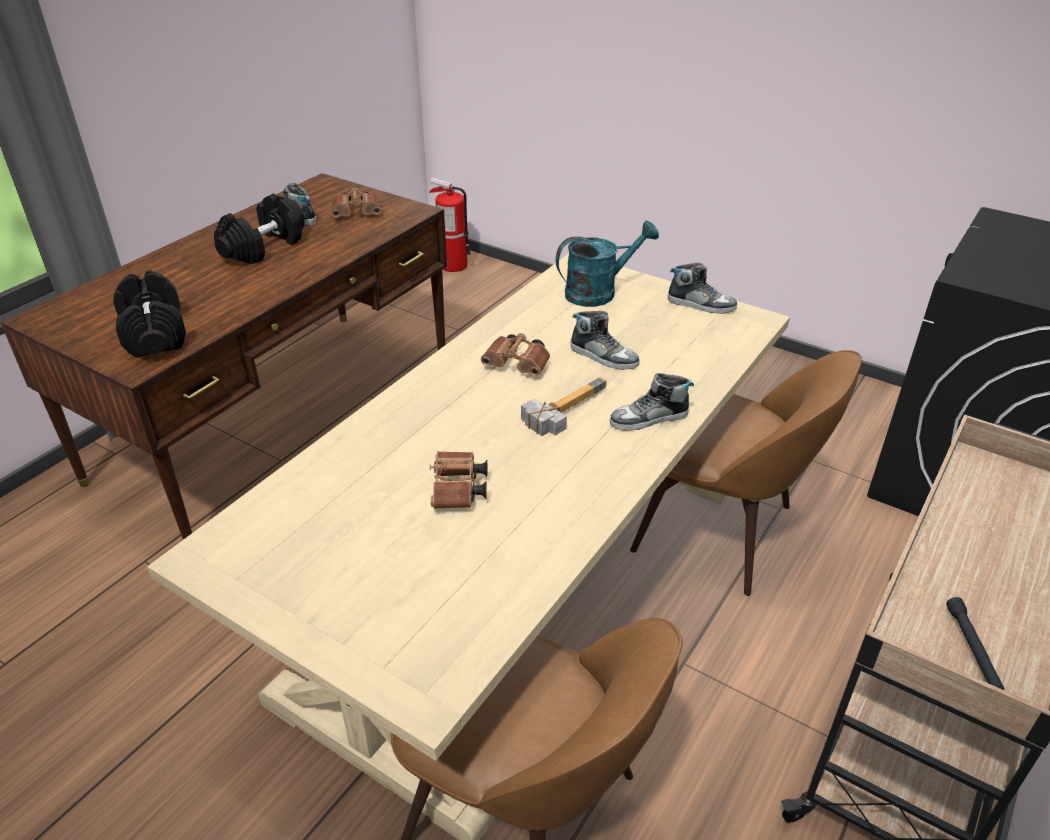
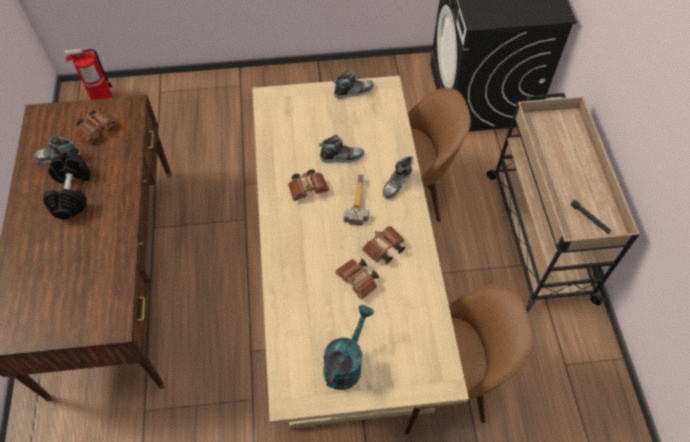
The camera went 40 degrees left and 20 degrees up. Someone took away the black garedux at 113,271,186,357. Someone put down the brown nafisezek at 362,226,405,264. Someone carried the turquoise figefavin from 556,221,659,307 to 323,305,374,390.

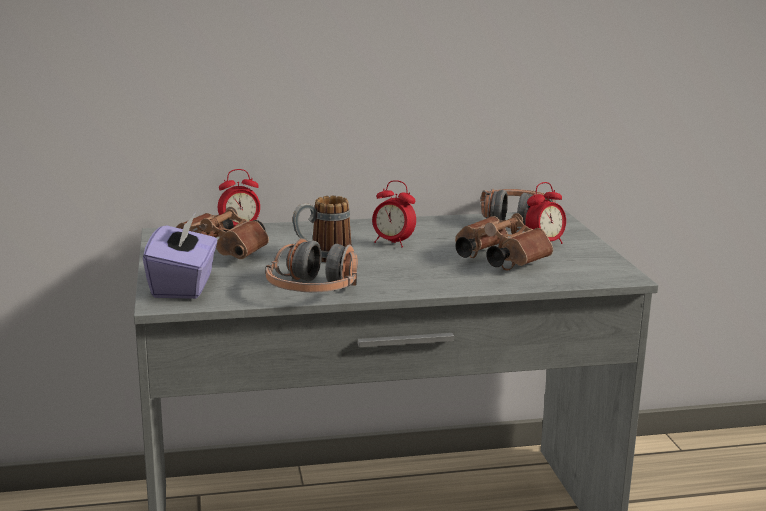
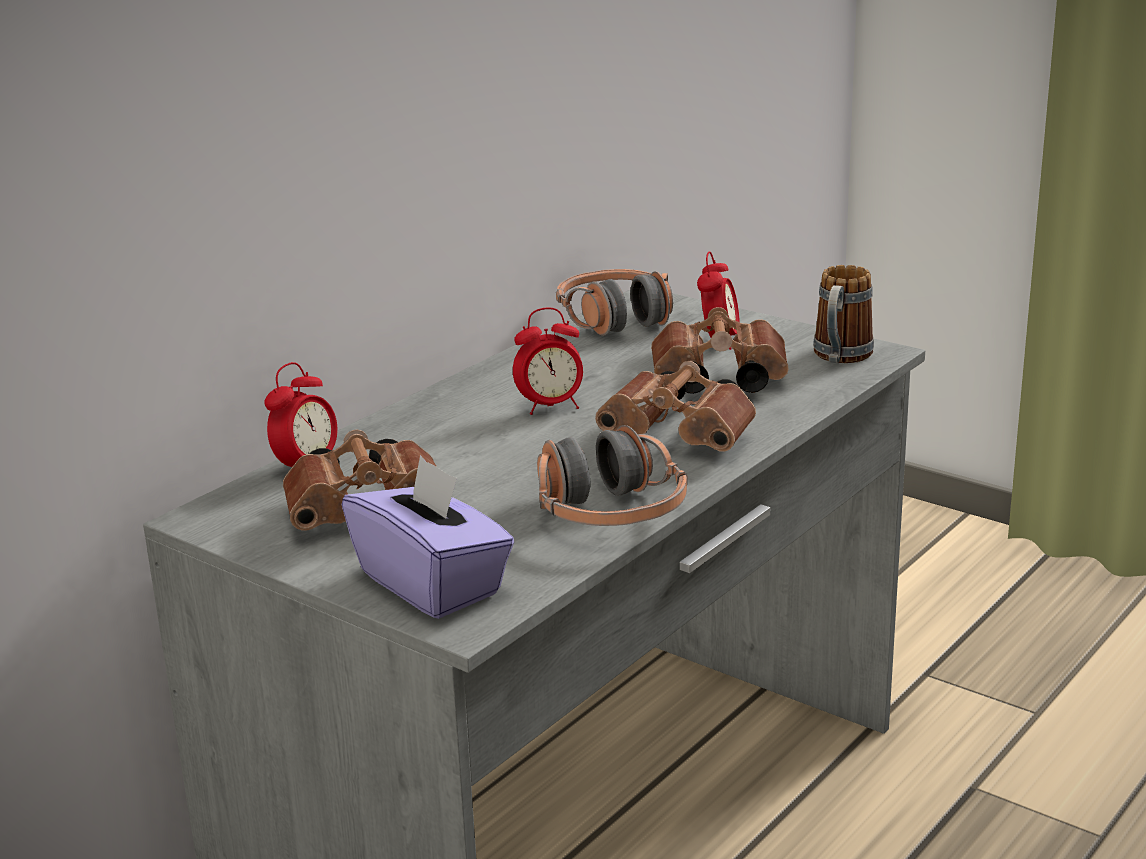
The camera went 40 degrees left and 5 degrees up. Someone put down the brown nafisezek at 595,361,756,452. Someone carried the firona from 293,196,352,262 to 813,265,874,363.

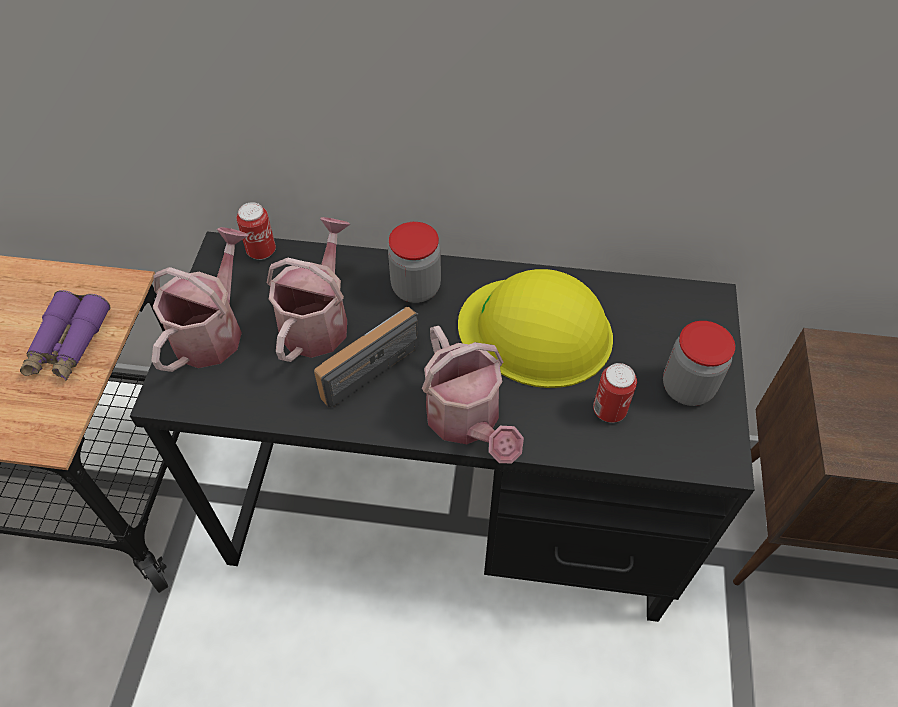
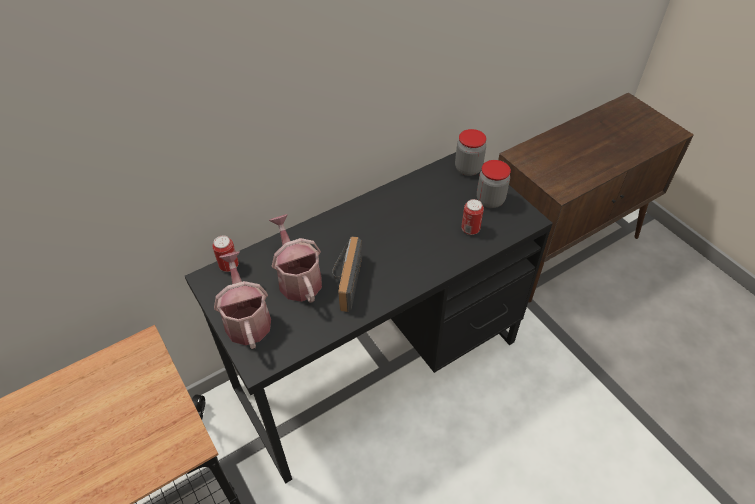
The camera went 40 degrees left and 5 degrees down. Someone took away the purple nafisezek at 20,290,111,381. Someone took away the figefavin at 422,326,524,463. Someone took away the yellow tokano at 458,269,613,388. Someone carried the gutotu from 388,222,441,303 to 455,129,486,176.

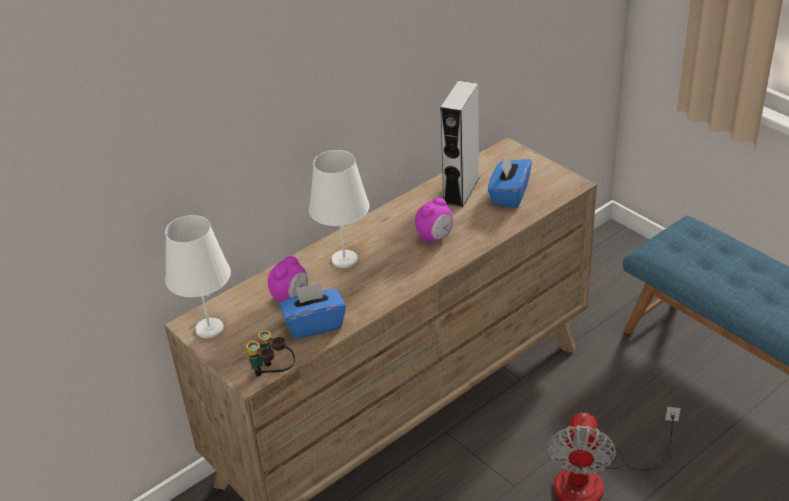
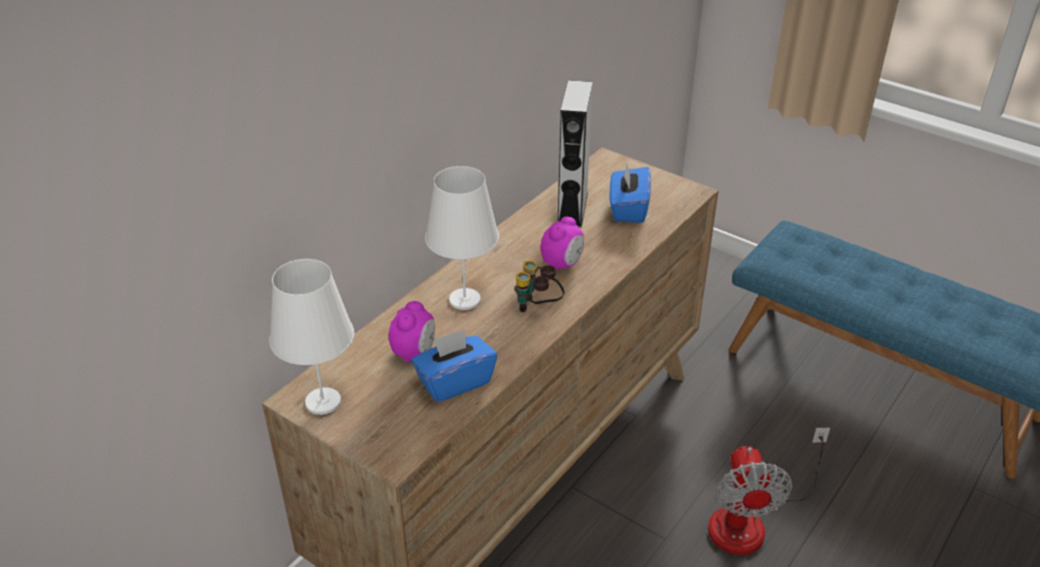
The camera went 15 degrees left and 0 degrees up. Someone carried the nafisezek from 246,330,295,377 to 514,260,565,312.

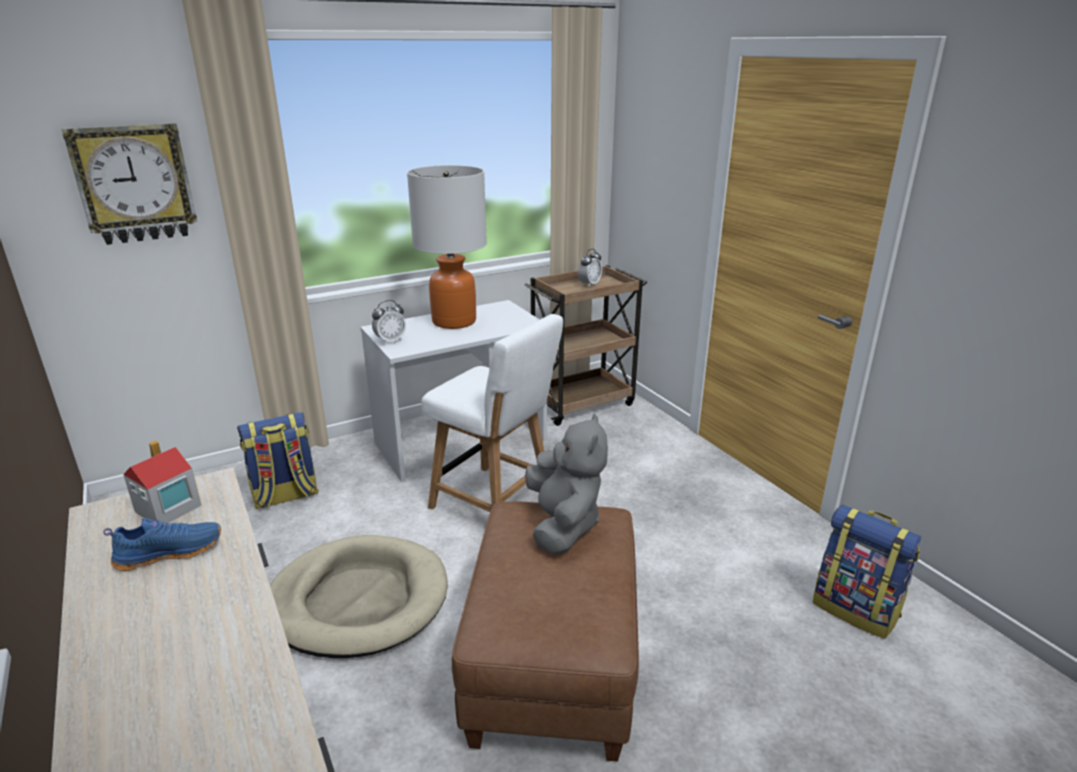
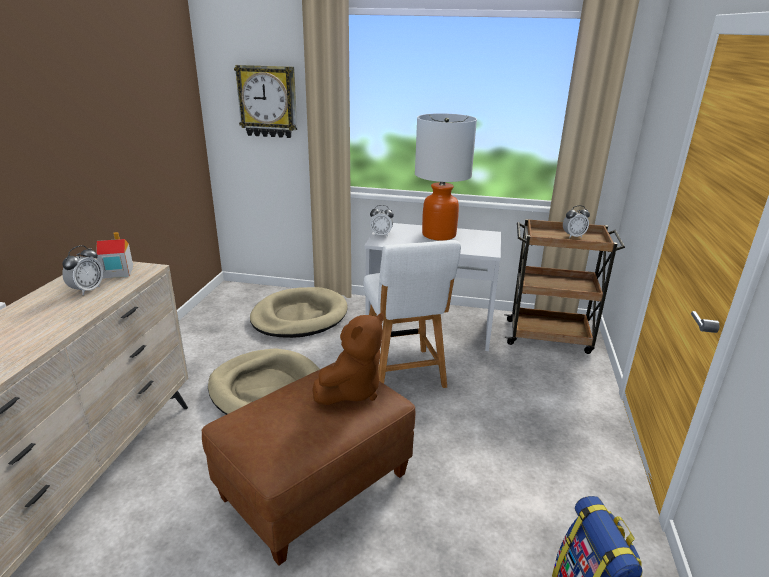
The camera went 40 degrees right and 0 degrees up. Someone swapped the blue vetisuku at 104,518,221,571 for the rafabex at 62,245,103,295. Someone swapped the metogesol at 237,412,319,510 for the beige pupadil at 250,287,348,338. Someone repainted the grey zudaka at 525,413,608,555, which became the brown zudaka at 312,313,384,405.

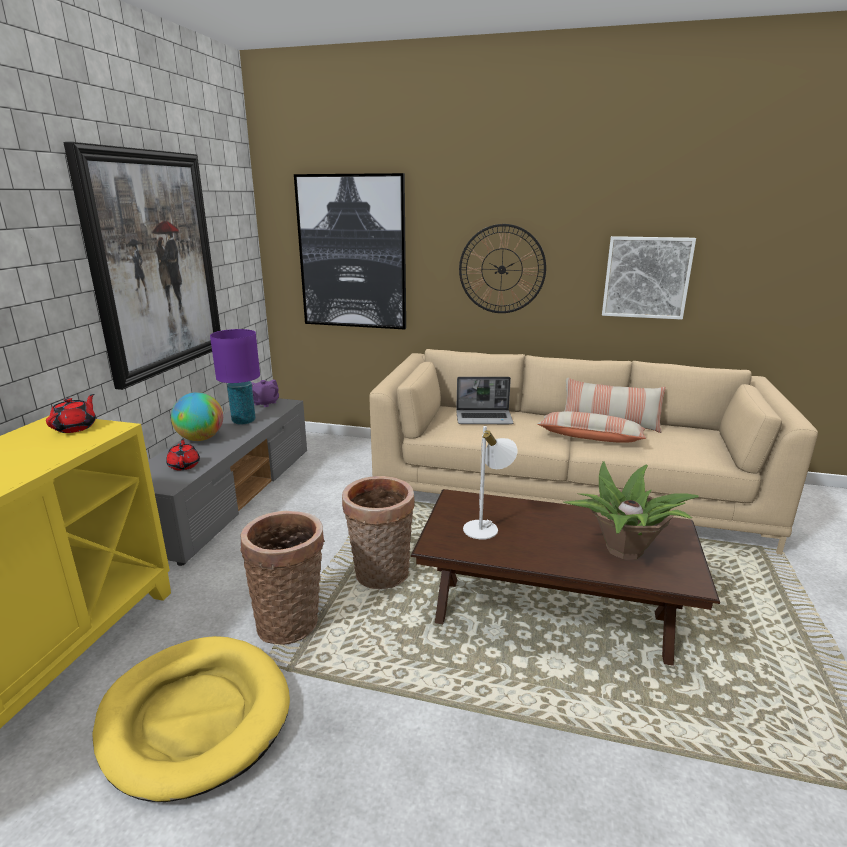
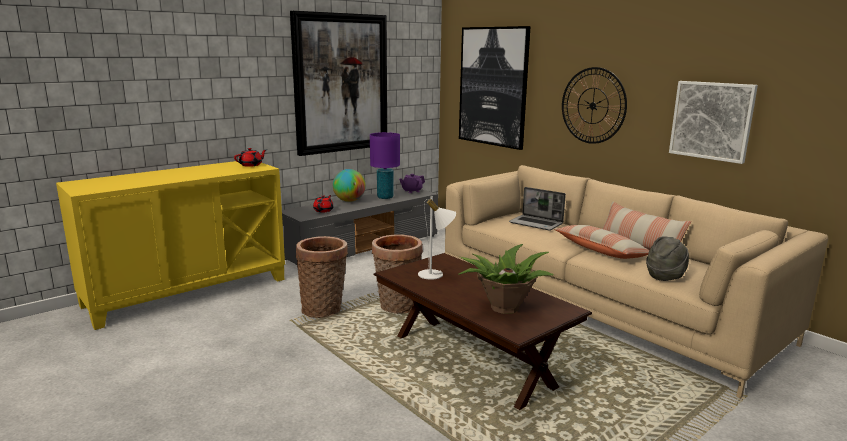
The camera went 35 degrees right and 5 degrees down. Someone took away the yellow pupadil at 92,636,290,802. Someone put down the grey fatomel at 646,236,689,281.

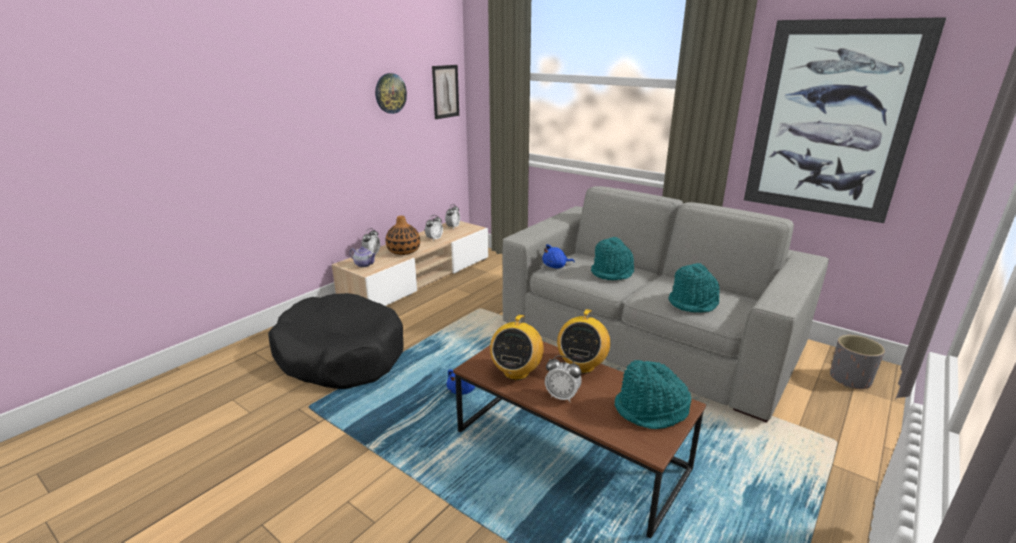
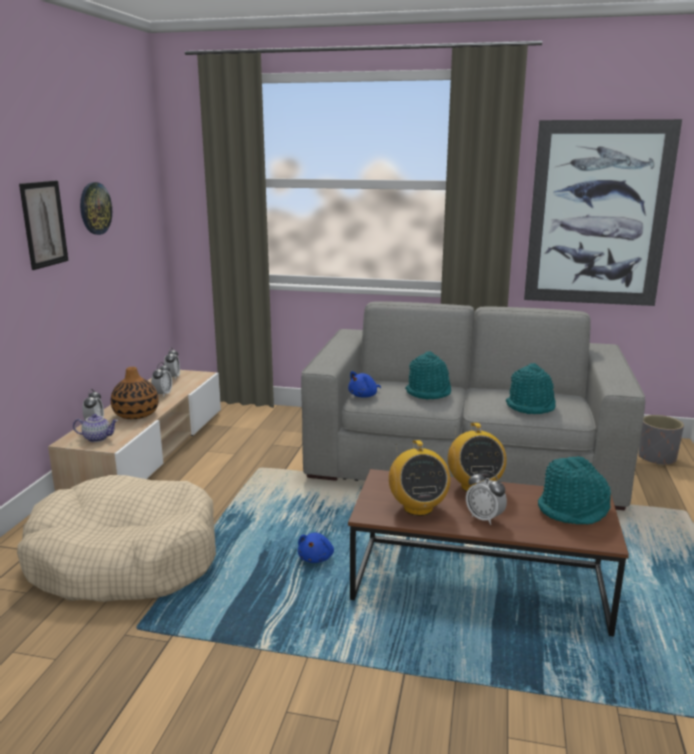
The camera went 25 degrees left and 5 degrees down. Someone carried the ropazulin from 432,65,459,119 to 19,180,69,270. Someone repainted the black pupadil at 268,293,404,389, which became the beige pupadil at 17,475,216,602. Someone rotated the rafabex at 545,355,582,402 by 45 degrees clockwise.

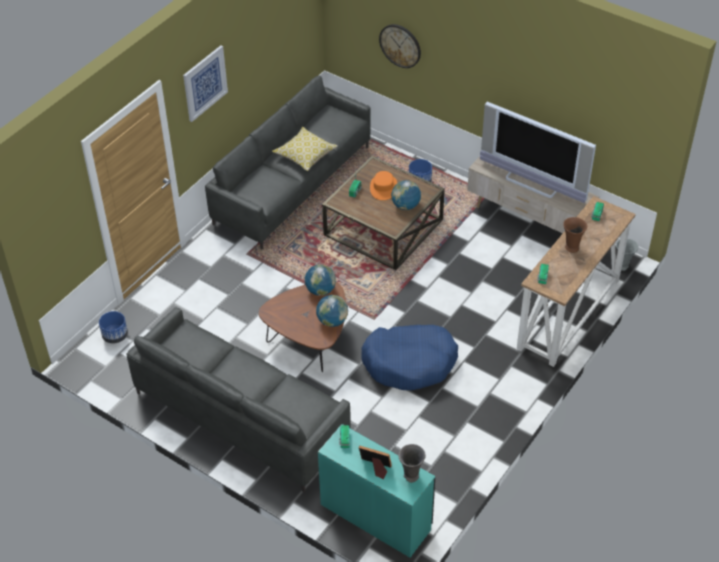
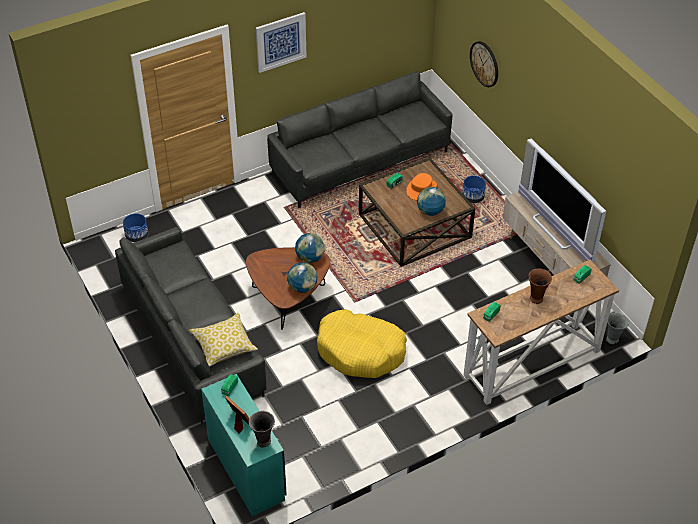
The camera went 25 degrees right and 0 degrees up. Someone carried the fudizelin from 272,127,338,171 to 189,313,258,367. Someone repainted the blue pupadil at 361,325,458,390, which became the yellow pupadil at 317,309,407,378.

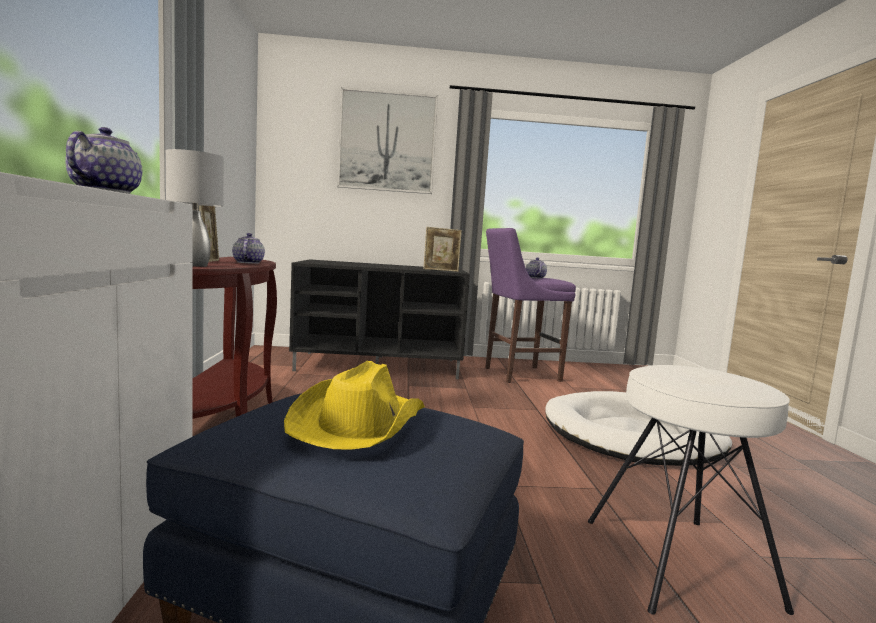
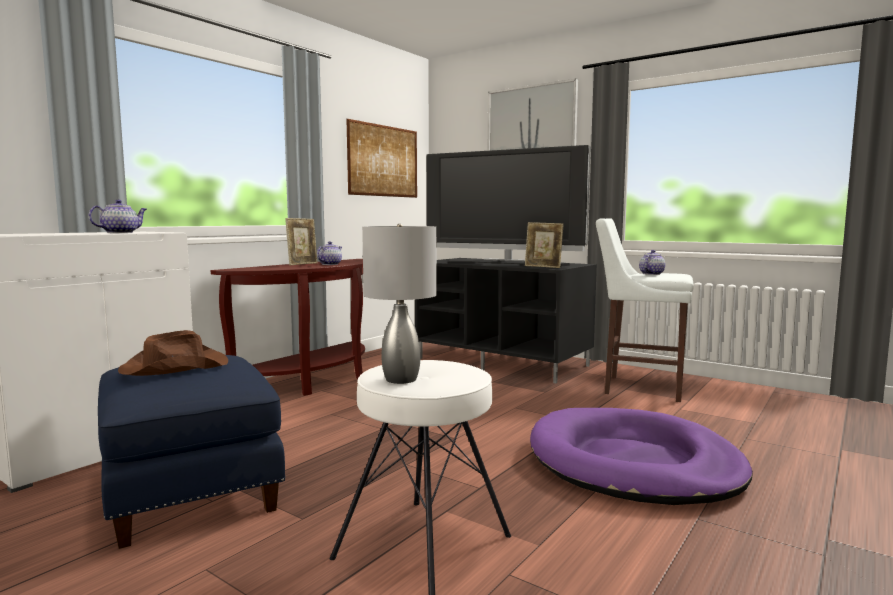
The camera went 40 degrees right and 0 degrees up. Someone put up the ropazulin at 346,119,417,198. Someone put down the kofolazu at 427,145,590,266. Someone carried the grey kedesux from 166,149,224,267 to 362,224,437,384. Someone repainted the yellow fatomel at 284,361,425,450, which became the brown fatomel at 118,330,228,376. Someone repainted the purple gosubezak at 485,228,576,383, which became the white gosubezak at 596,218,694,402. Someone repainted the white pupadil at 545,391,732,466, which became the purple pupadil at 530,408,753,505.

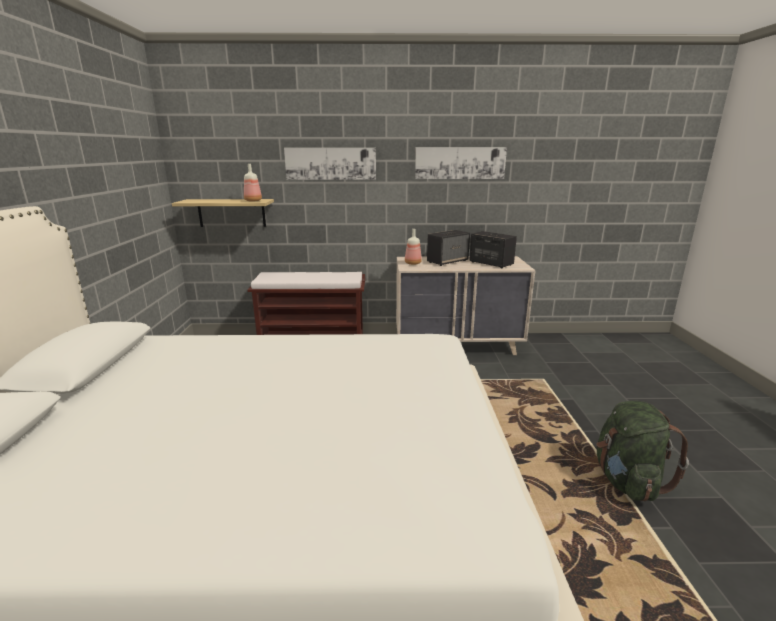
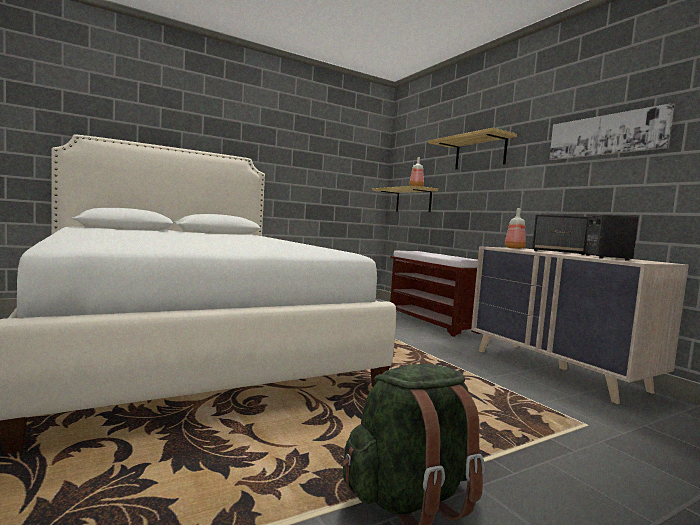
The camera went 60 degrees right and 15 degrees down. Someone swapped the ropazulin at 284,148,376,180 for the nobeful at 428,128,517,169.

